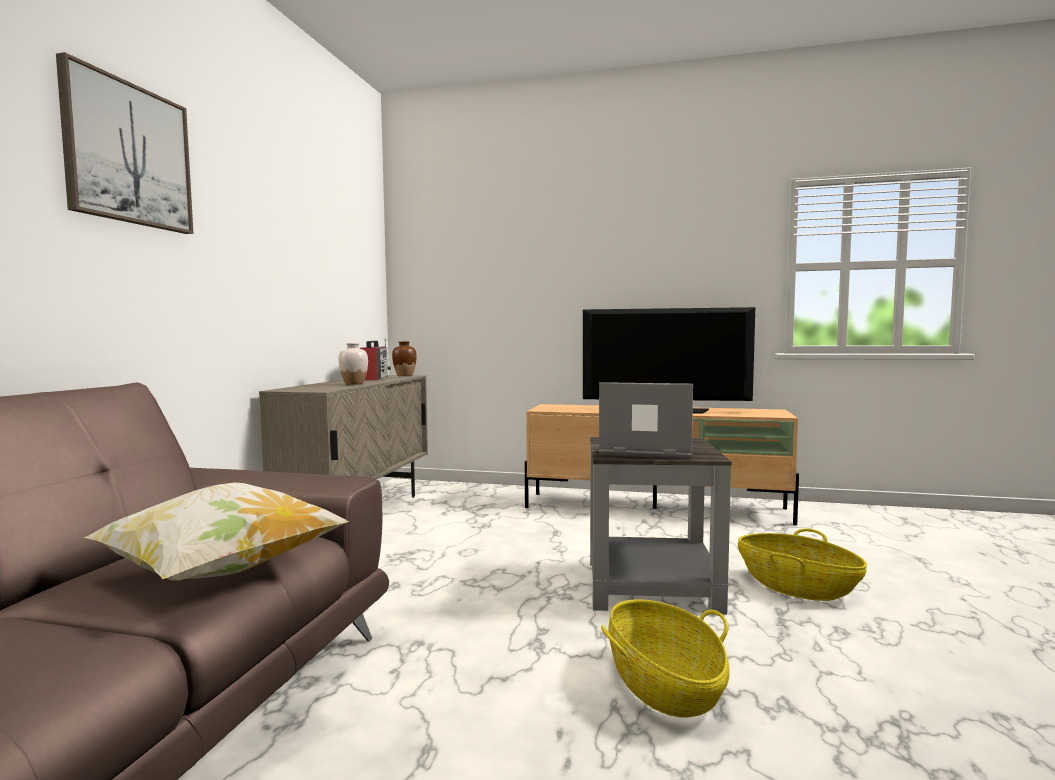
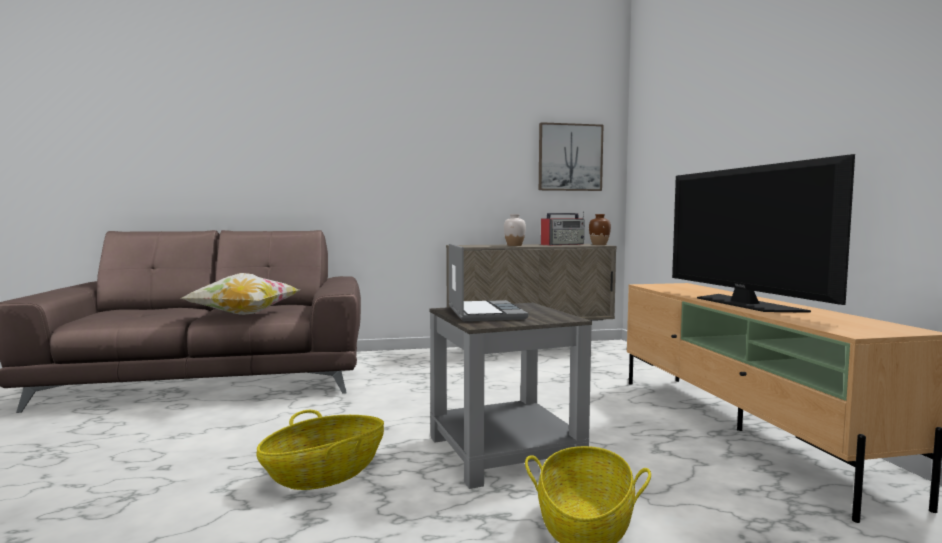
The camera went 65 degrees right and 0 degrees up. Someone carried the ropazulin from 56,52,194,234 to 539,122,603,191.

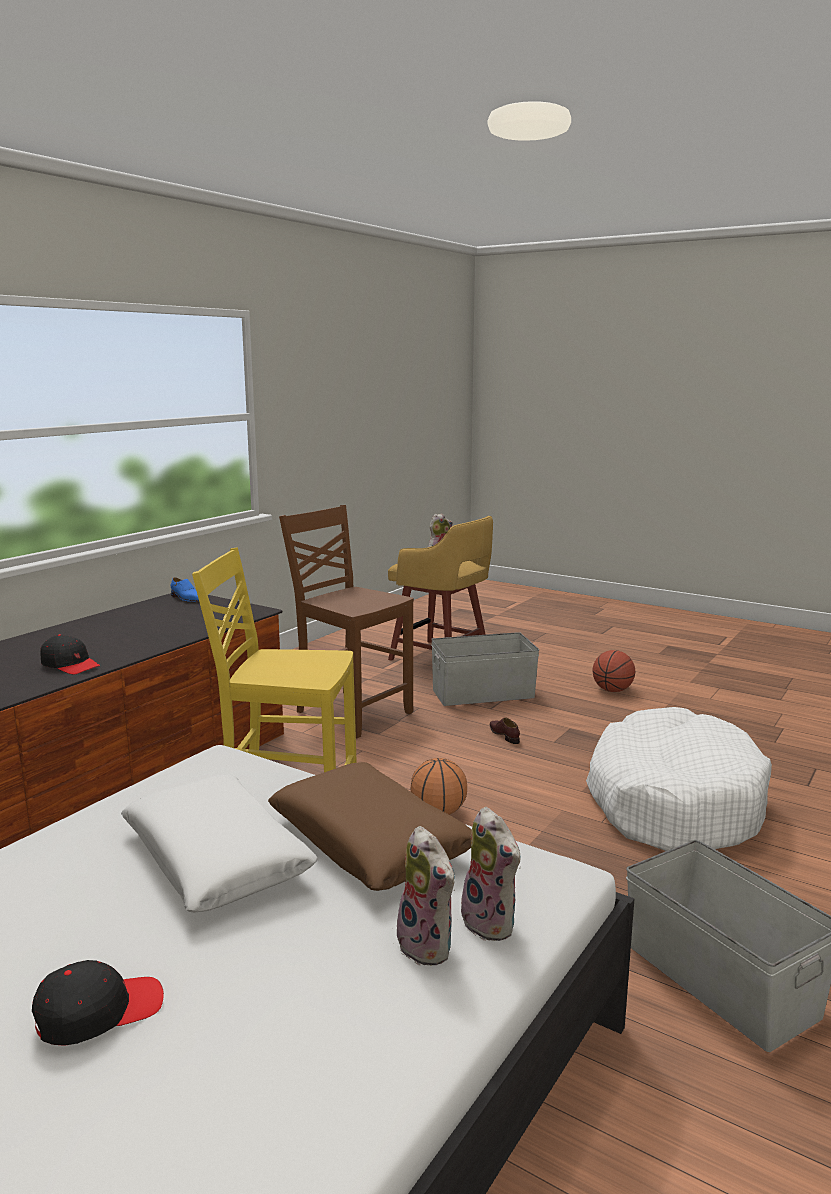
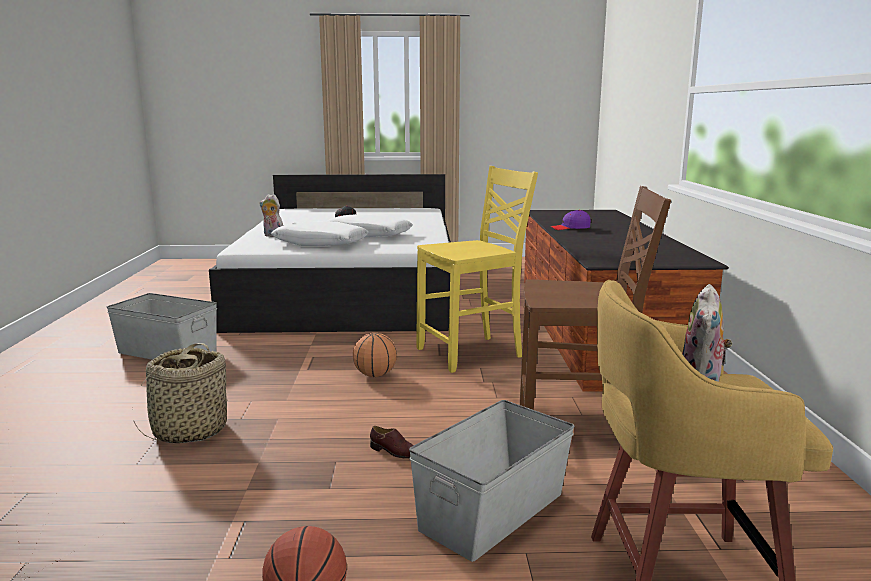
The camera went 145 degrees right and 0 degrees up. Someone took away the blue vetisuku at 171,577,199,602. Someone took away the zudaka at 458,807,520,941. Someone swapped the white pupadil at 586,707,772,851 for the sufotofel at 134,343,228,443. Someone repainted the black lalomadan at 41,634,100,674, which became the purple lalomadan at 551,210,591,230. Someone repainted the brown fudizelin at 268,762,472,891, which became the white fudizelin at 271,221,369,246.

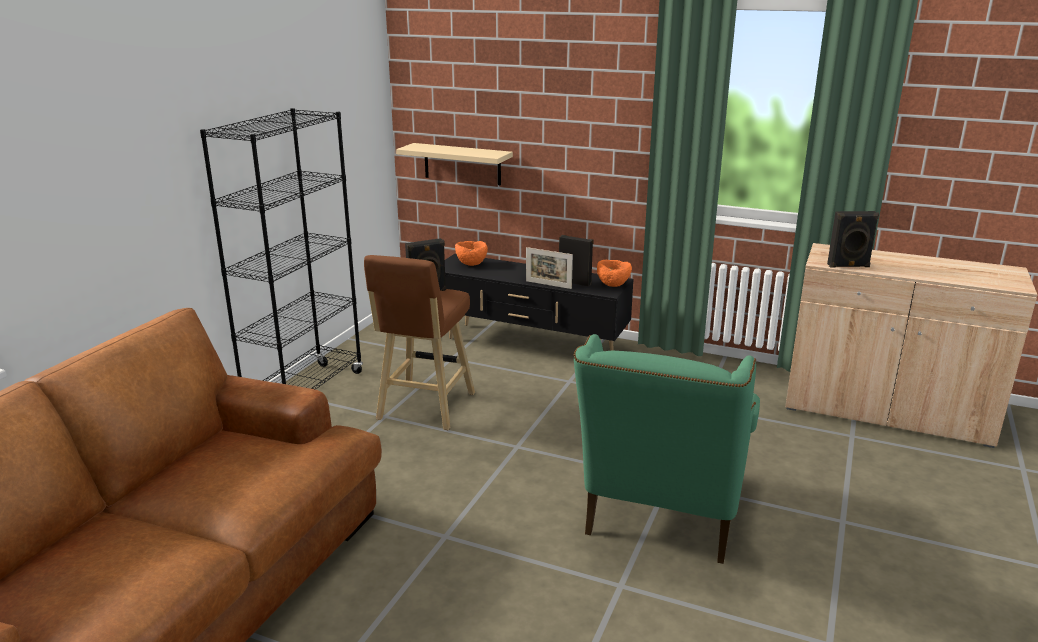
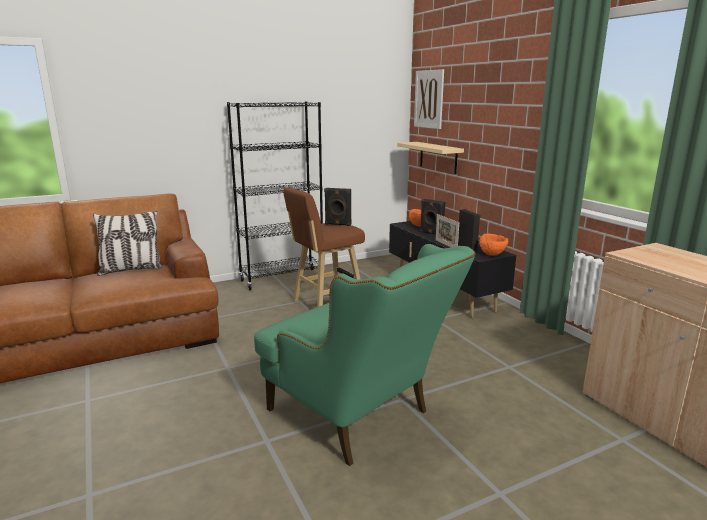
The camera went 40 degrees right and 5 degrees down. Someone put down the fudizelin at 93,211,163,276. Someone put up the ropazulin at 414,69,444,129. Someone carried the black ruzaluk from 827,211,879,268 to 420,199,445,234. Someone rotated the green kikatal at 574,334,760,564 by 105 degrees counterclockwise.

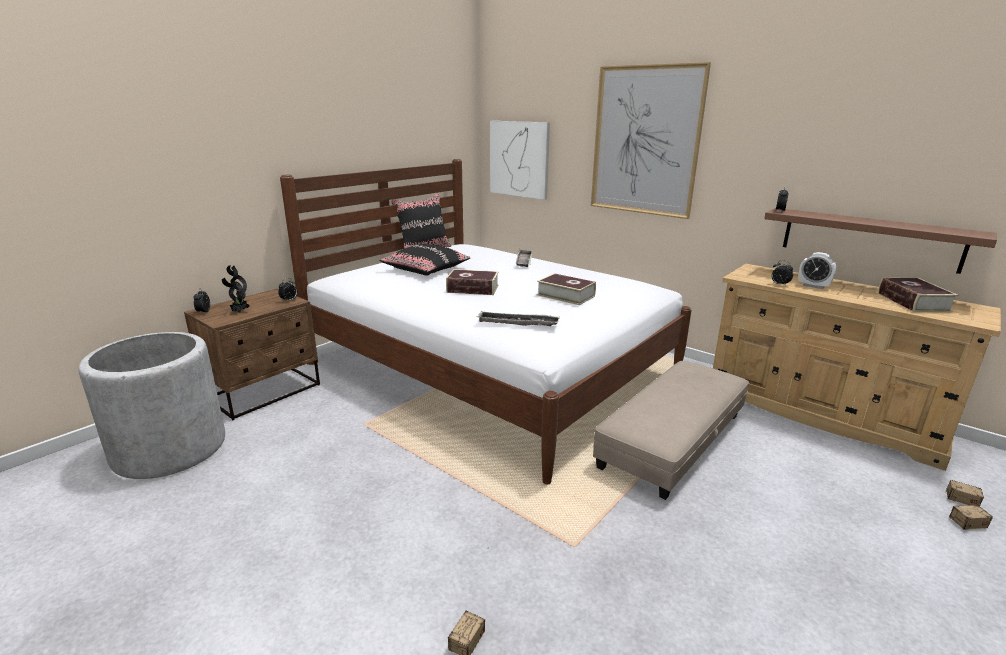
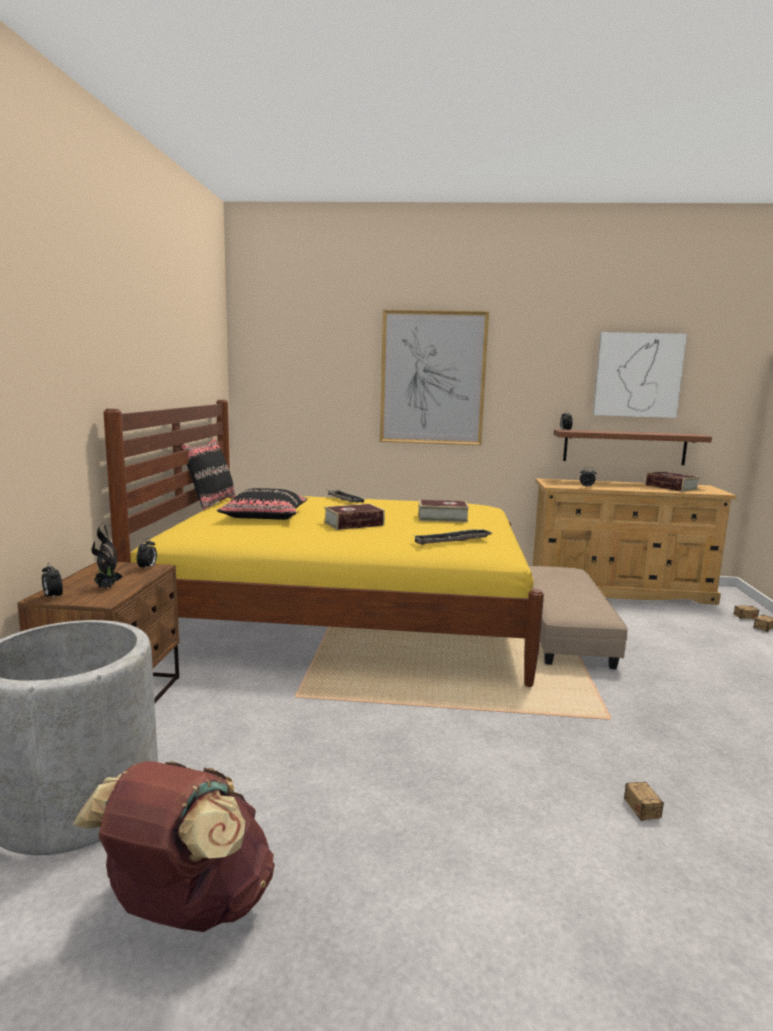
The camera went 35 degrees left and 10 degrees down. Someone took away the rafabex at 798,252,836,289. Someone put down the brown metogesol at 73,761,275,932. Someone carried the ropazulin from 490,121,550,200 to 593,332,687,418. Someone repainted the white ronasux at 280,159,691,484, which became the yellow ronasux at 103,400,544,687.

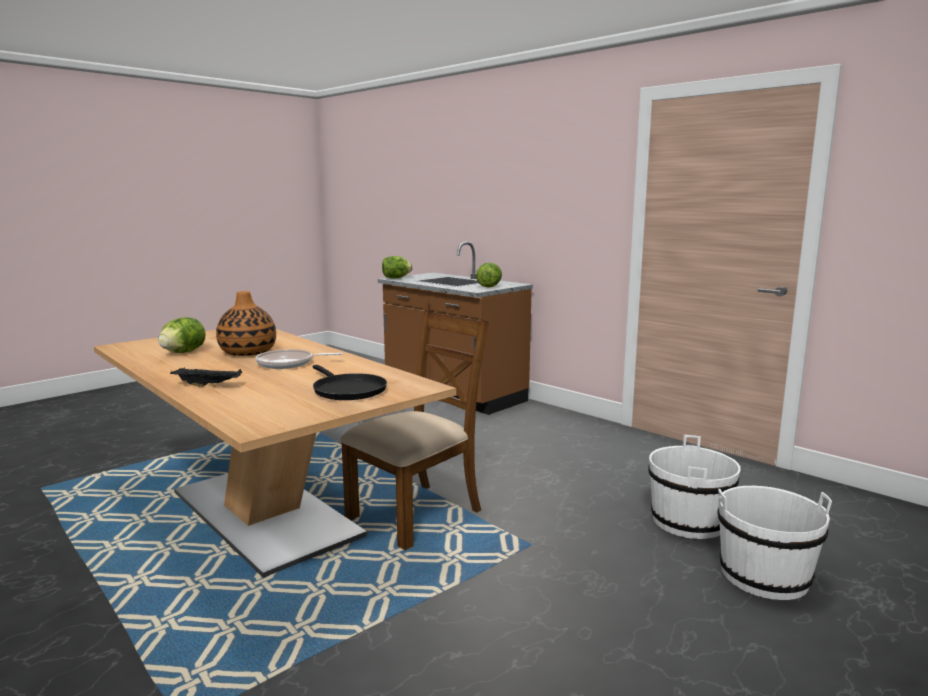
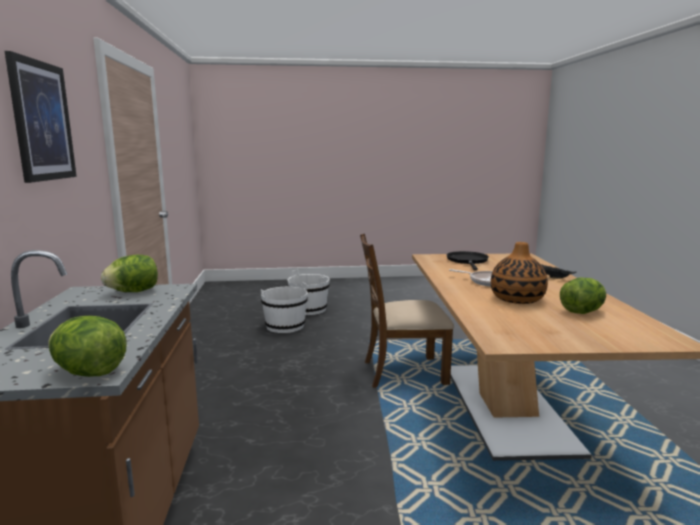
The camera went 140 degrees left and 0 degrees up. Someone put up the ropazulin at 4,51,77,183.

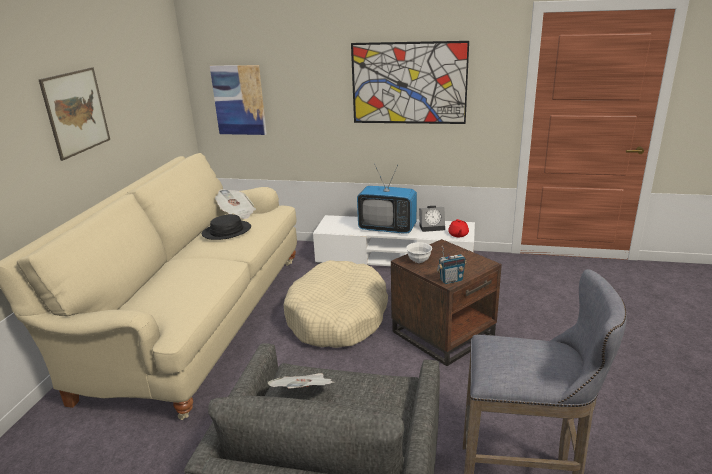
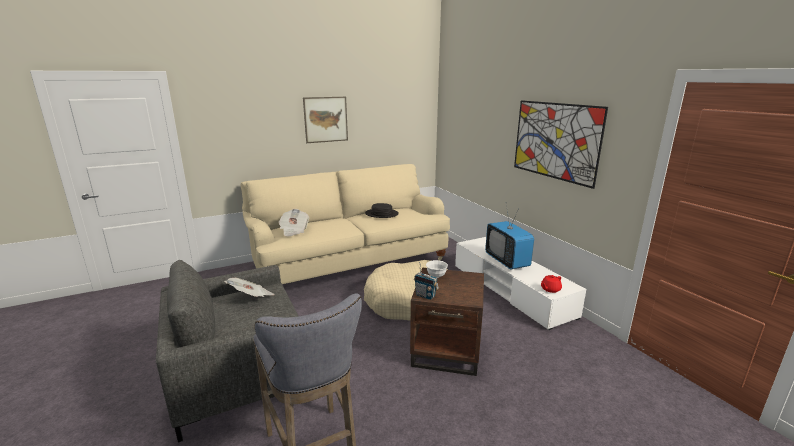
The camera went 50 degrees right and 5 degrees down. Someone took away the ropazulin at 210,65,267,135. Someone took away the rafabex at 419,206,445,232. Someone carried the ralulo from 215,189,256,219 to 278,209,309,237.

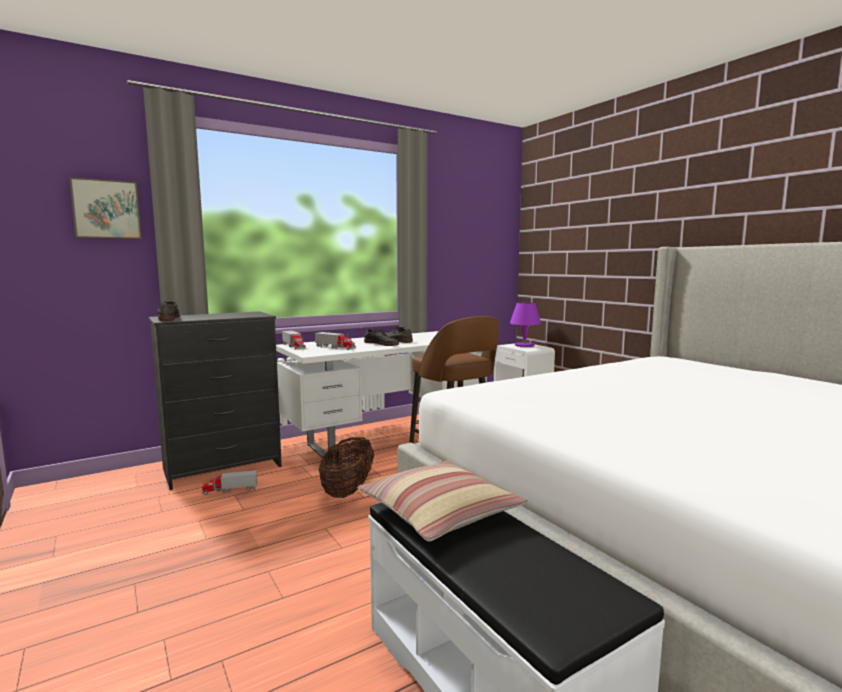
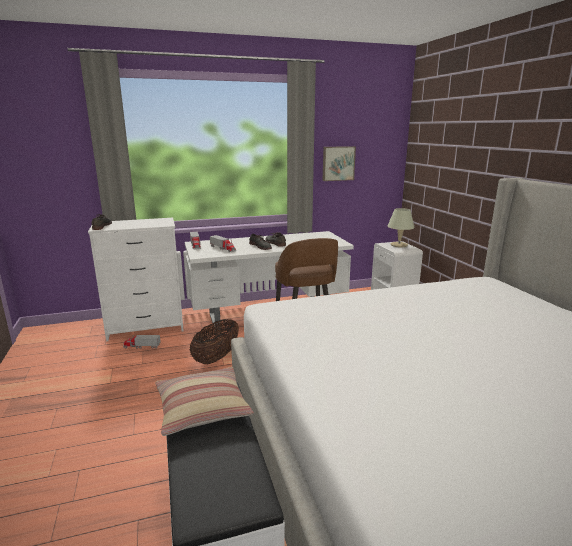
The camera went 15 degrees right and 10 degrees up. Someone carried the ropazulin from 69,177,142,239 to 323,146,356,181. Someone repainted the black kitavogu at 149,311,282,490, which became the white kitavogu at 88,218,184,342. Someone repainted the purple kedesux at 510,302,541,347, which became the beige kedesux at 388,208,415,247.

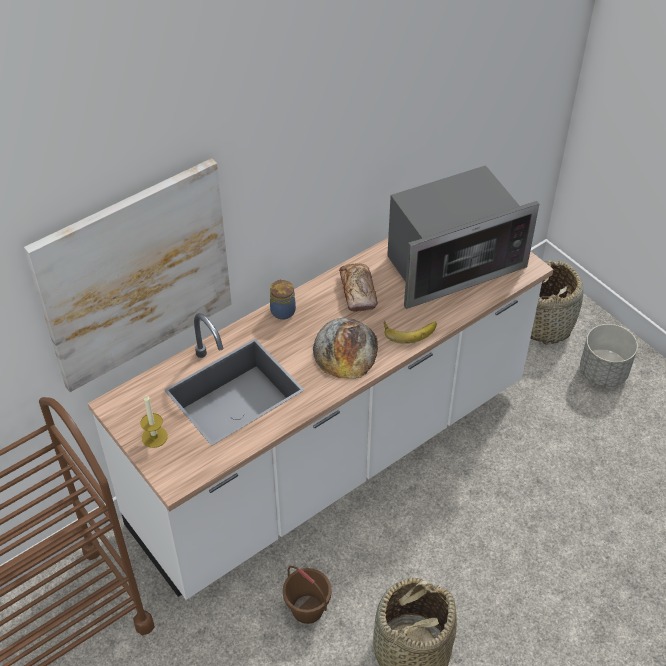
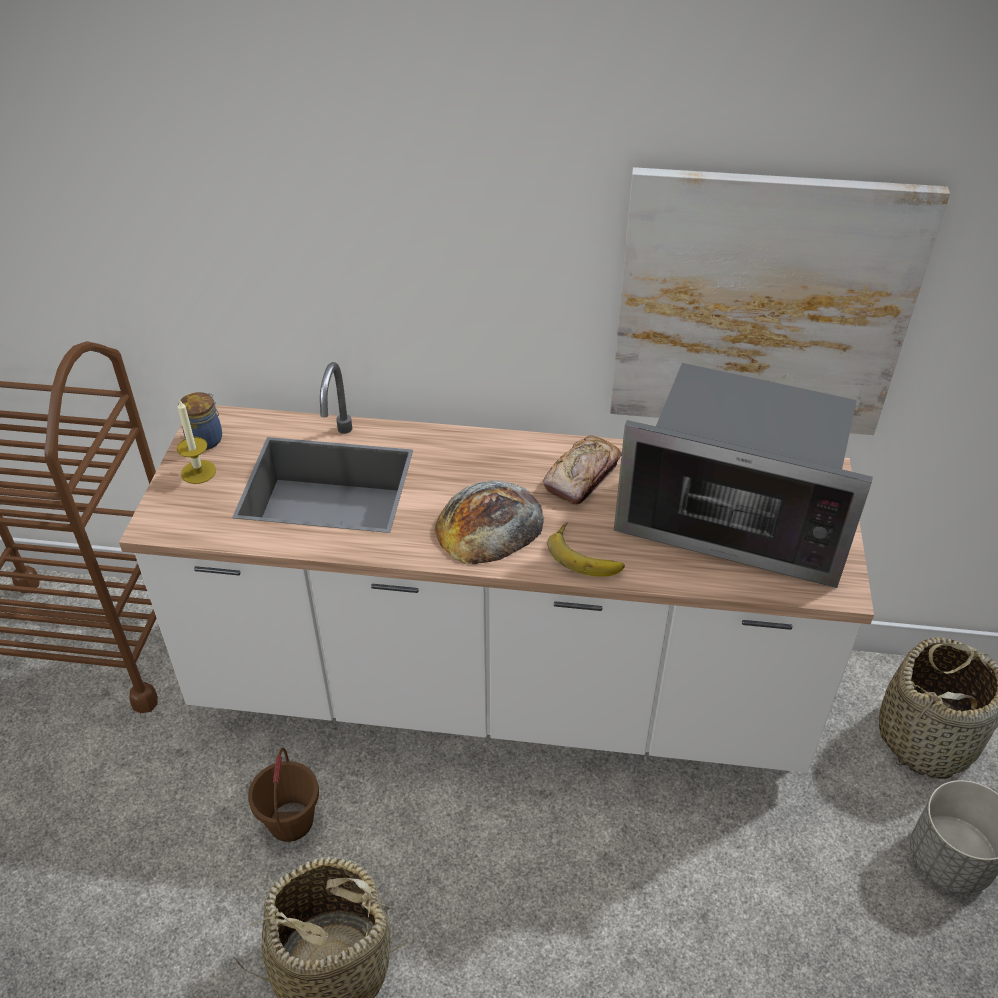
The camera went 45 degrees right and 5 degrees down. Someone carried the ropazulin from 24,158,232,392 to 610,167,950,435. Someone carried the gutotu from 270,279,296,320 to 178,392,222,450.

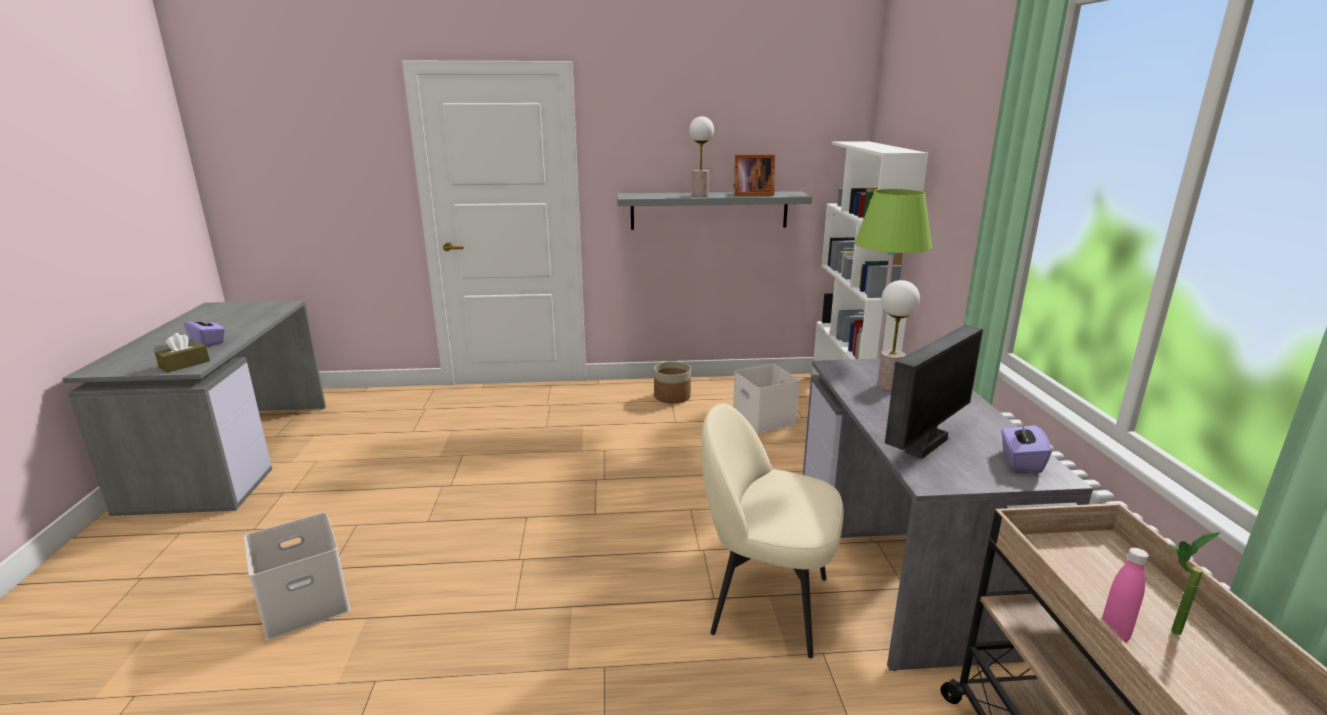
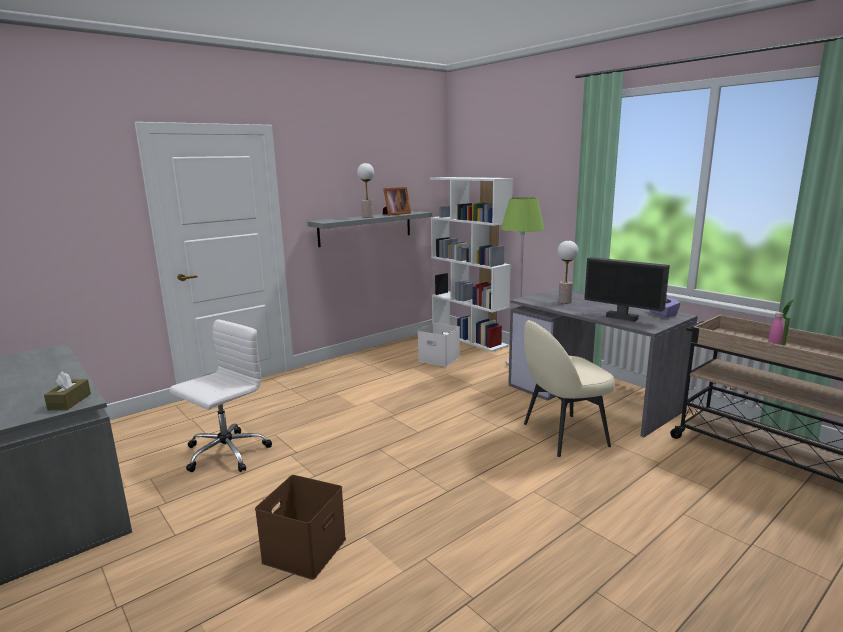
The camera went 35 degrees left and 5 degrees down. Someone took away the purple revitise at 184,313,225,347. Someone took away the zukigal at 654,361,691,404. Someone put down the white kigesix at 169,319,272,472. Someone repainted the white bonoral at 244,512,351,640, which became the brown bonoral at 255,475,346,580. Someone rotated the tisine at 885,325,983,459 by 120 degrees clockwise.

